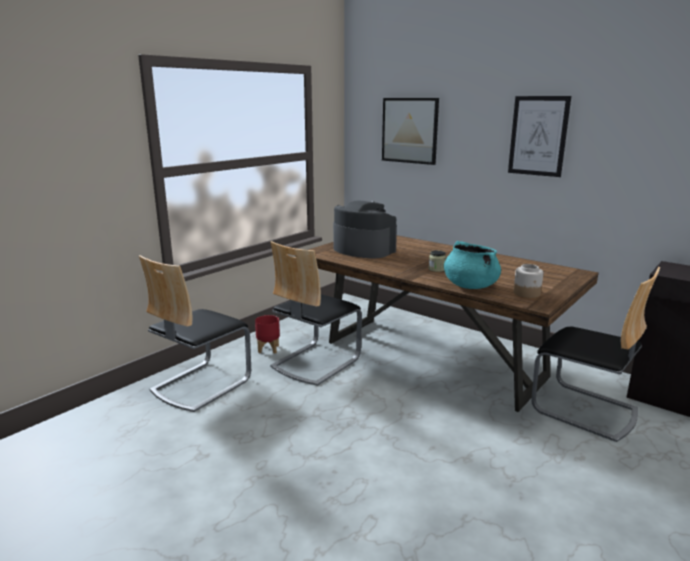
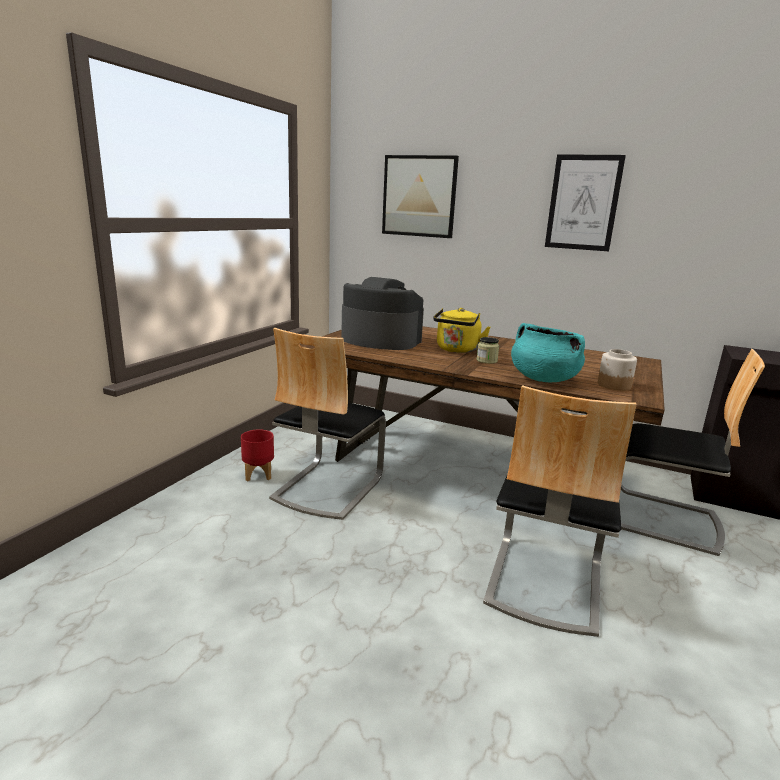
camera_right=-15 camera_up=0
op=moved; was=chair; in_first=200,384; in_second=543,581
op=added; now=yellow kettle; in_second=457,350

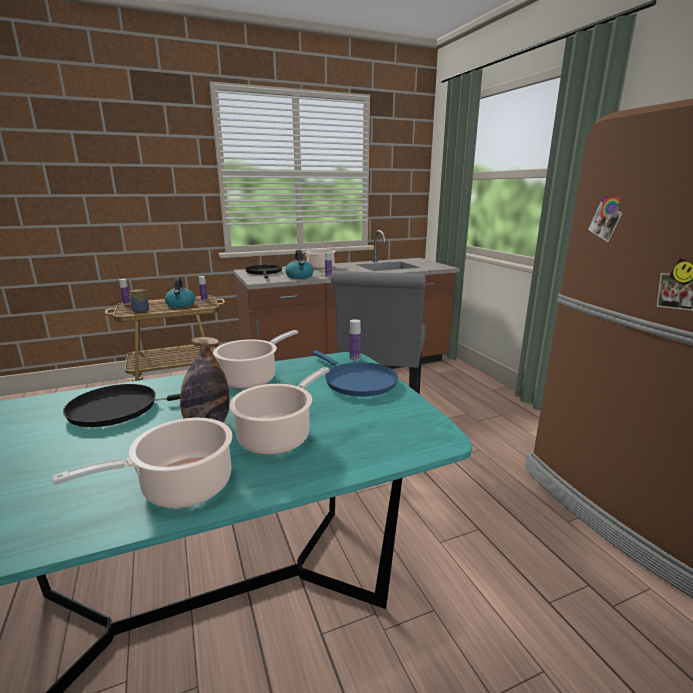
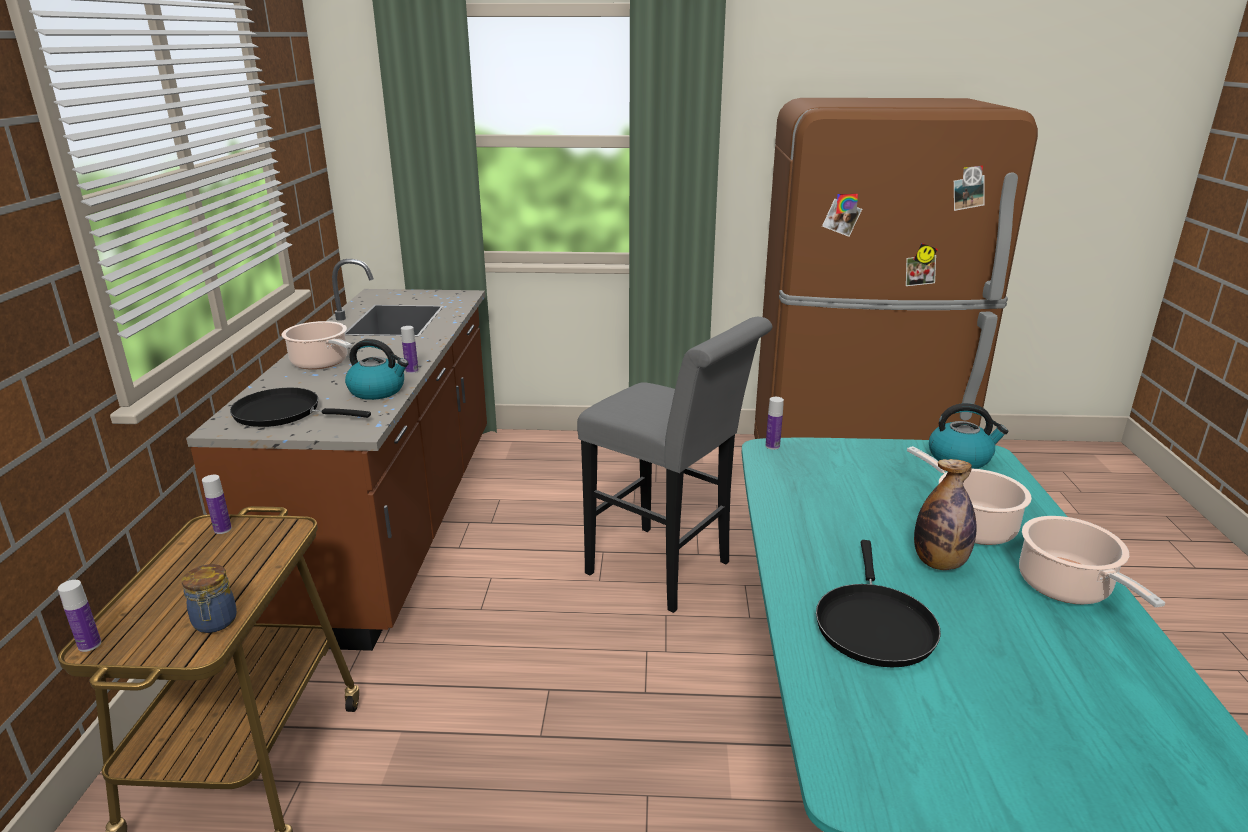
camera_right=-65 camera_up=5
op=moved; was=kettle; in_first=181,305; in_second=960,458
op=removed; was=cooking pot; in_first=251,378
op=removed; was=blue frying pan; in_first=357,381

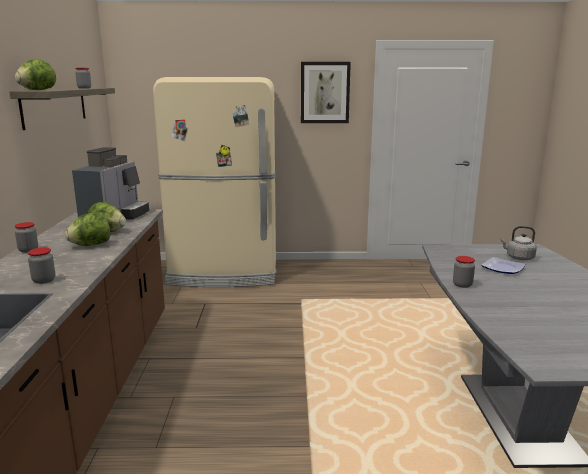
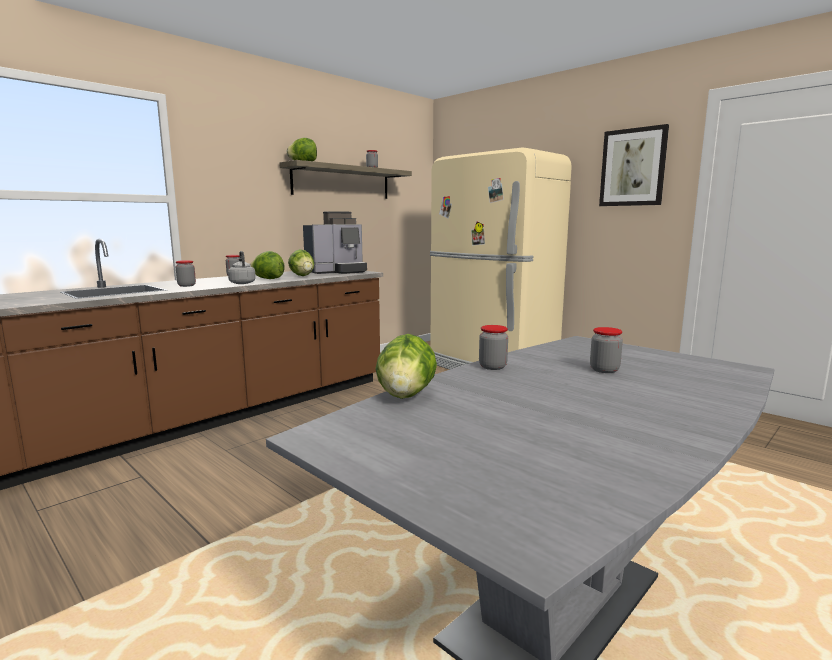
camera_right=45 camera_up=-5
op=replaced; was=plate; now=jar; in_first=502,268; in_second=604,370
op=moved; was=grey kettle; in_first=518,258; in_second=242,283
op=added; now=lettuce; in_second=406,395

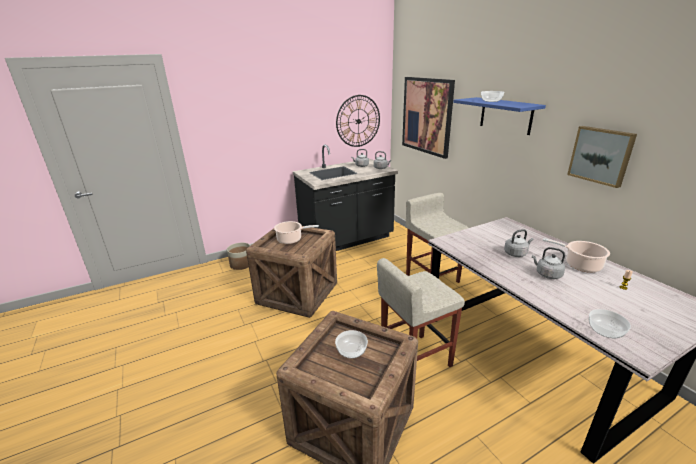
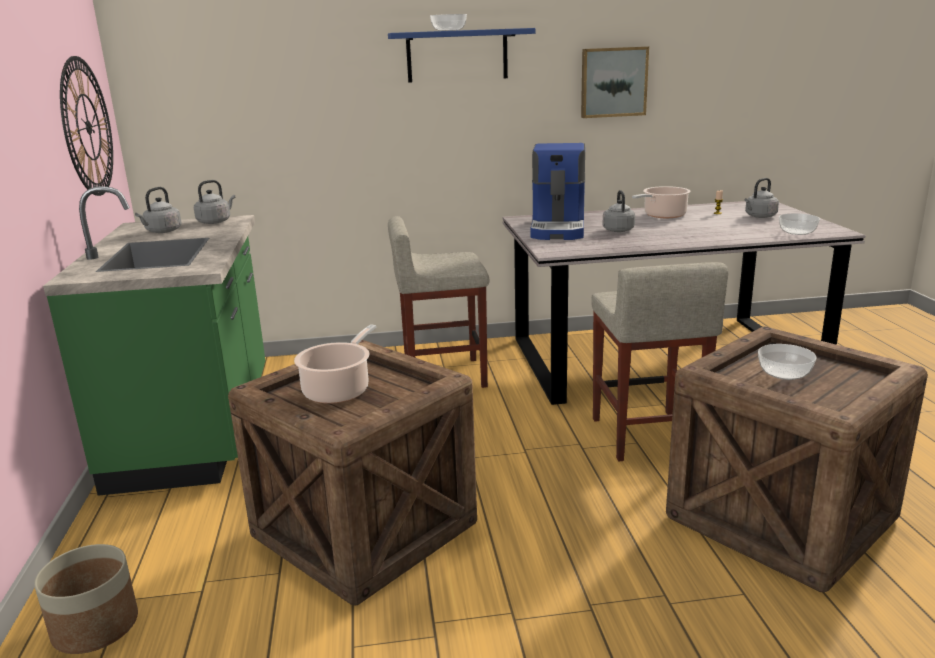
camera_right=-70 camera_up=-5
op=recoloured; was=black counter; now=green counter; in_first=347,240; in_second=198,429
op=removed; was=picture; in_first=427,116
op=moved; was=grey kettle; in_first=547,274; in_second=759,216
op=added; now=coffee machine; in_second=559,228

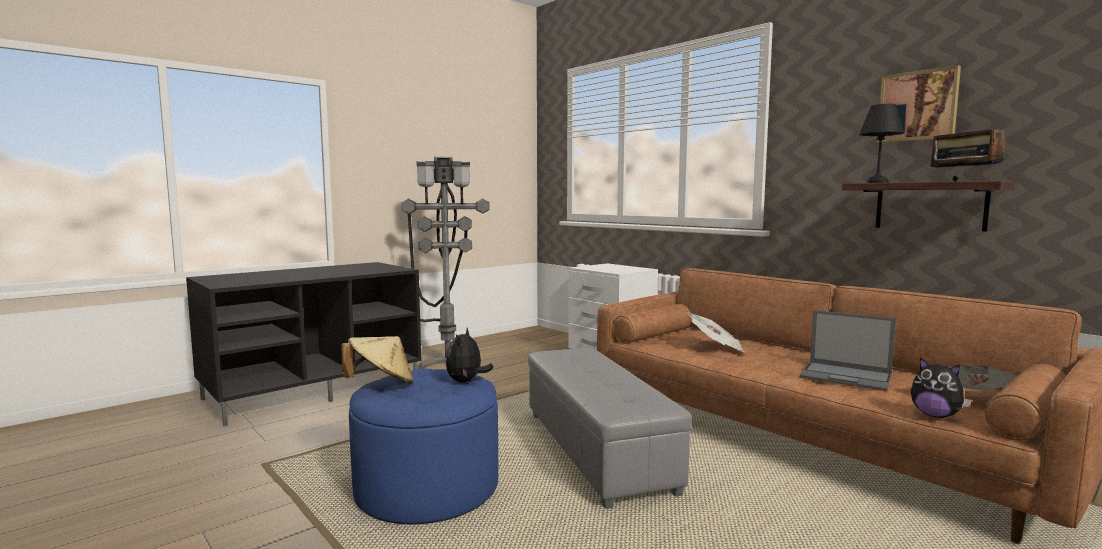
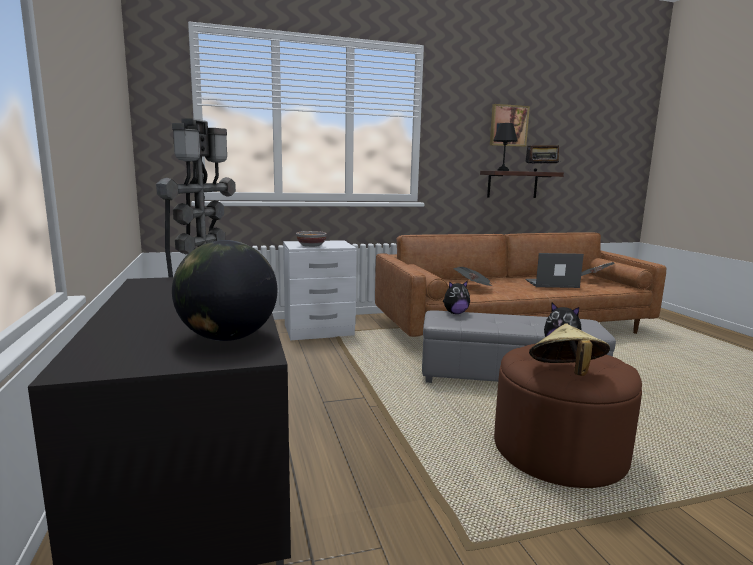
camera_right=-65 camera_up=5
op=recoloured; was=blue ottoman; now=brown ottoman; in_first=427,488; in_second=558,451
op=turned; was=laptop; in_first=847,376; in_second=551,284; clockwise=-150
op=moved; was=plush toy; in_first=935,415; in_second=455,313
op=added; now=globe; in_second=228,338
op=added; now=bowl; in_second=311,246

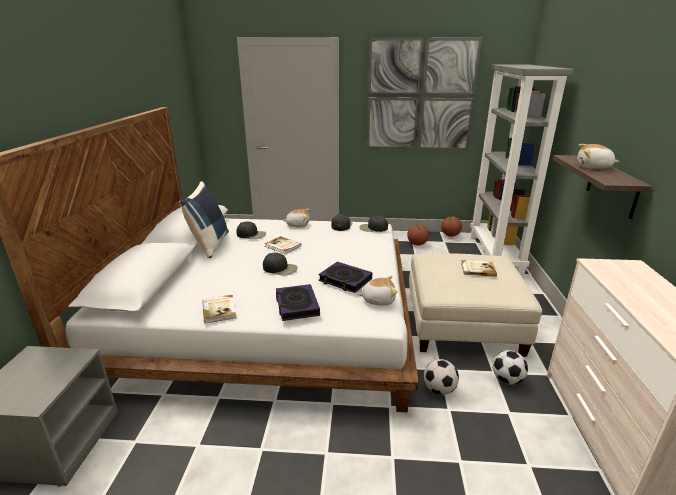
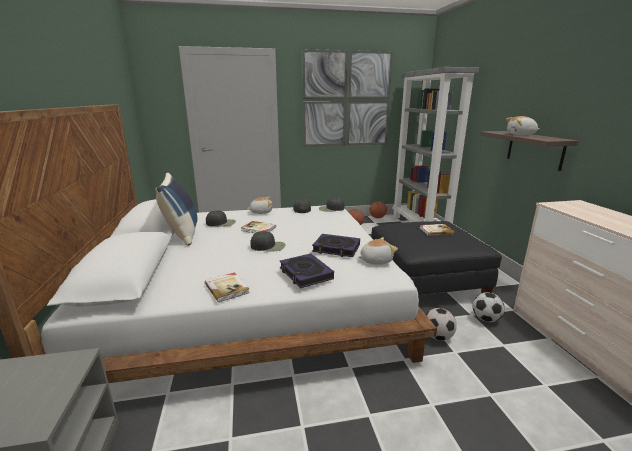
camera_right=-15 camera_up=-5
op=recoloured; was=beige ottoman; now=black ottoman; in_first=462,323; in_second=425,281

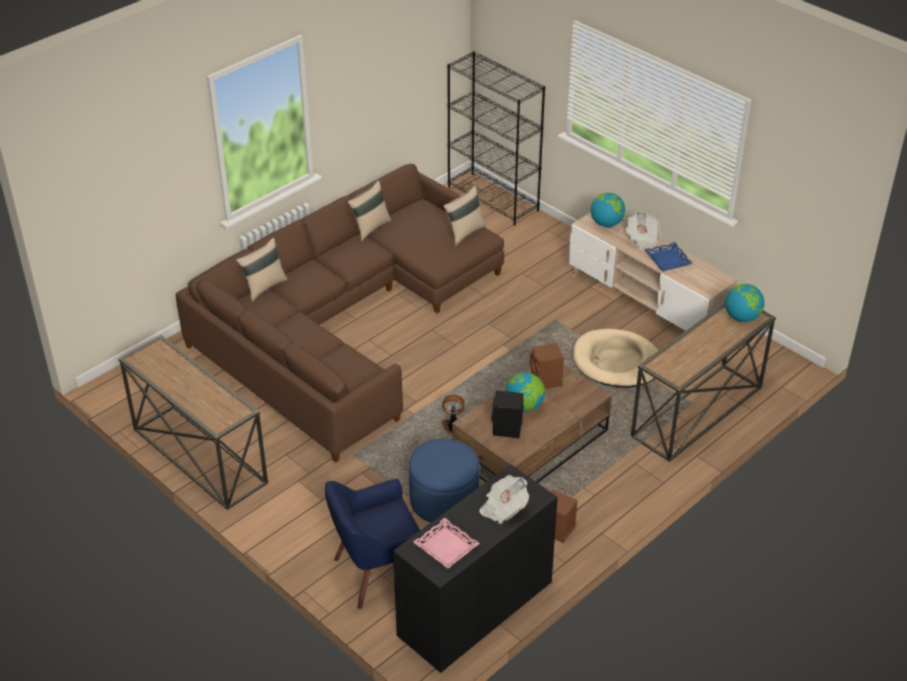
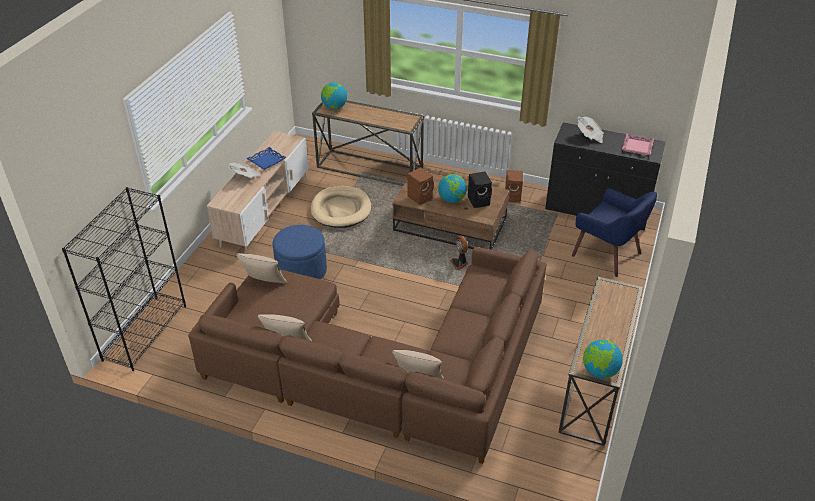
camera_right=-115 camera_up=0
op=moved; was=blue ottoman; in_first=444,501; in_second=301,271
op=moved; was=globe; in_first=606,223; in_second=599,371

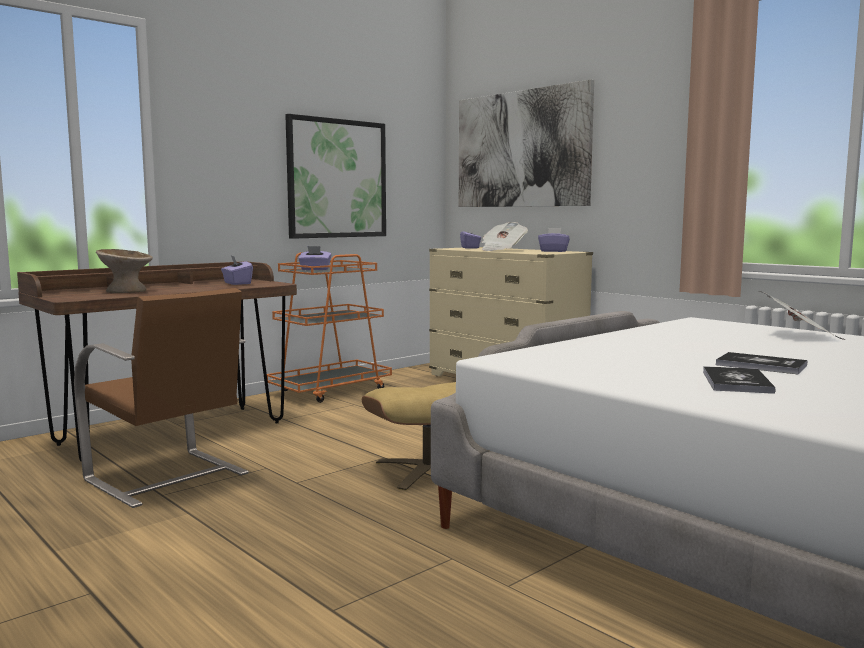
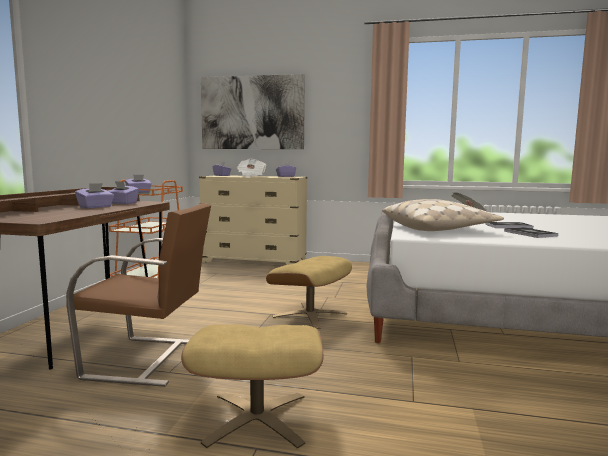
camera_right=-35 camera_up=0
op=removed; was=beige bowl; in_first=126,291
op=removed; was=picture; in_first=337,178
op=added; now=purple tissue box; in_second=95,207
op=added; now=beige ottoman; in_second=256,419
op=added; now=beige pillow; in_second=438,229

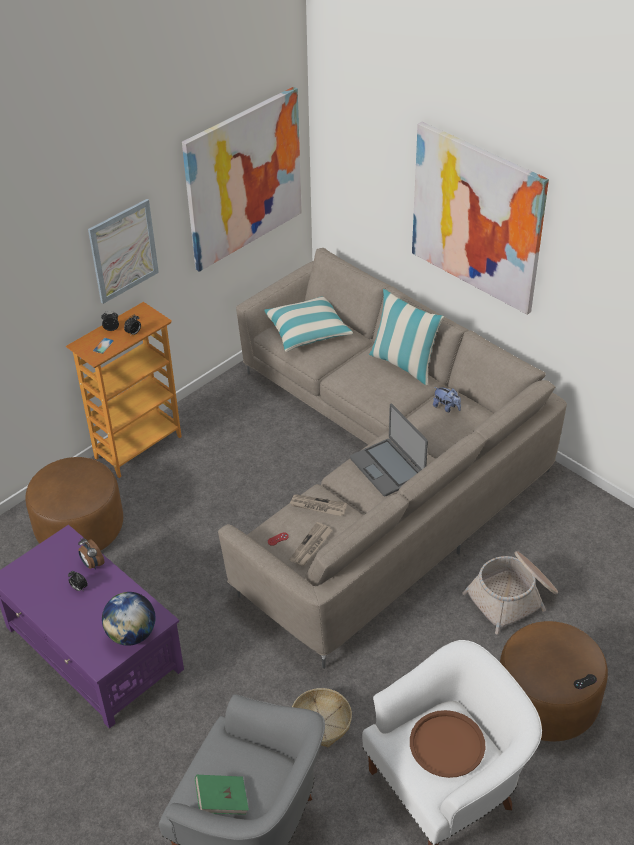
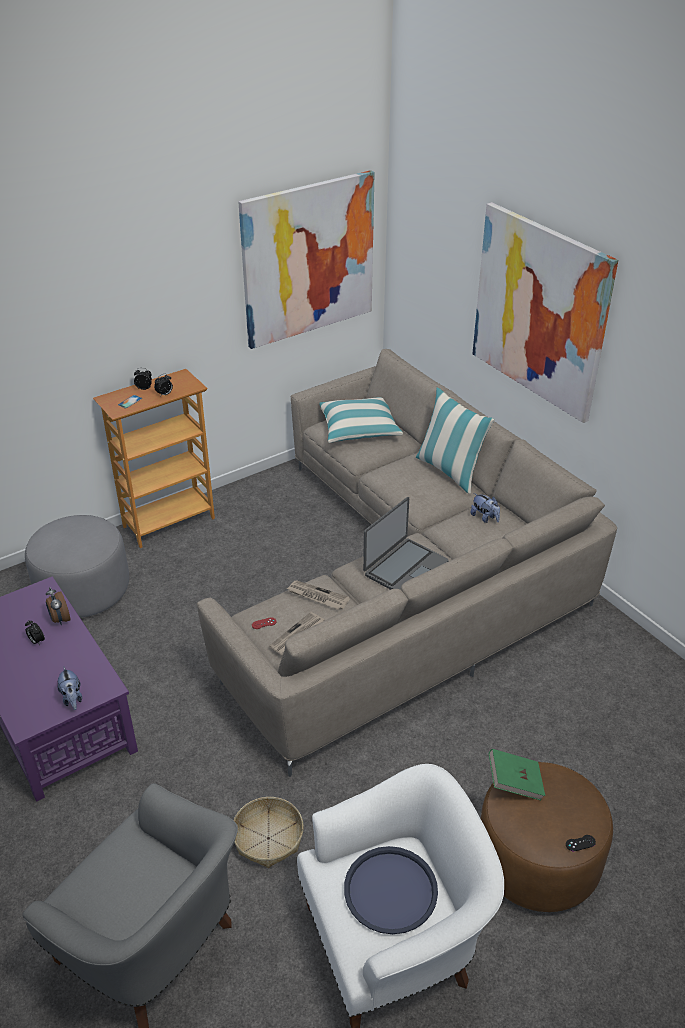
camera_right=10 camera_up=-5
op=recoloured; was=brown ottoman; now=grey ottoman; in_first=80,528; in_second=84,591
op=removed; was=picture; in_first=123,251
op=replaced; was=globe; now=plush toy; in_first=132,634; in_second=72,698
op=moved; was=green book; in_first=222,801; in_second=514,782
op=turned; was=laptop; in_first=388,467; in_second=405,568; clockwise=-120
op=recoloured; was=brown tray; now=blue tray; in_first=447,744; in_second=390,890
op=removed; was=basket; in_first=512,598

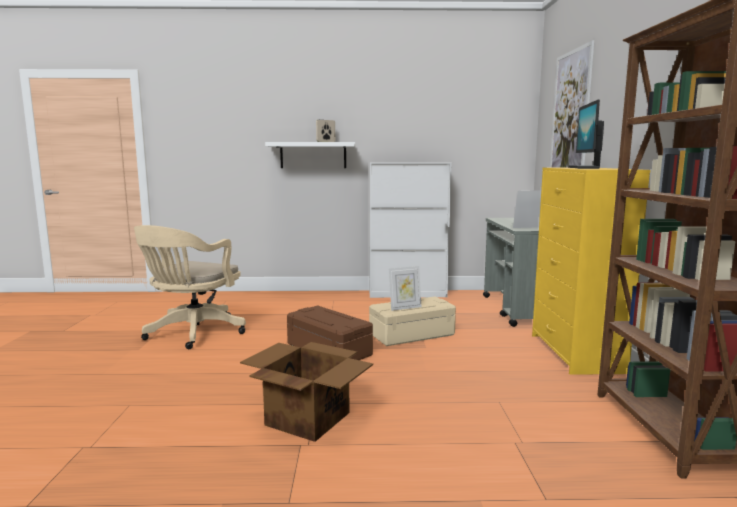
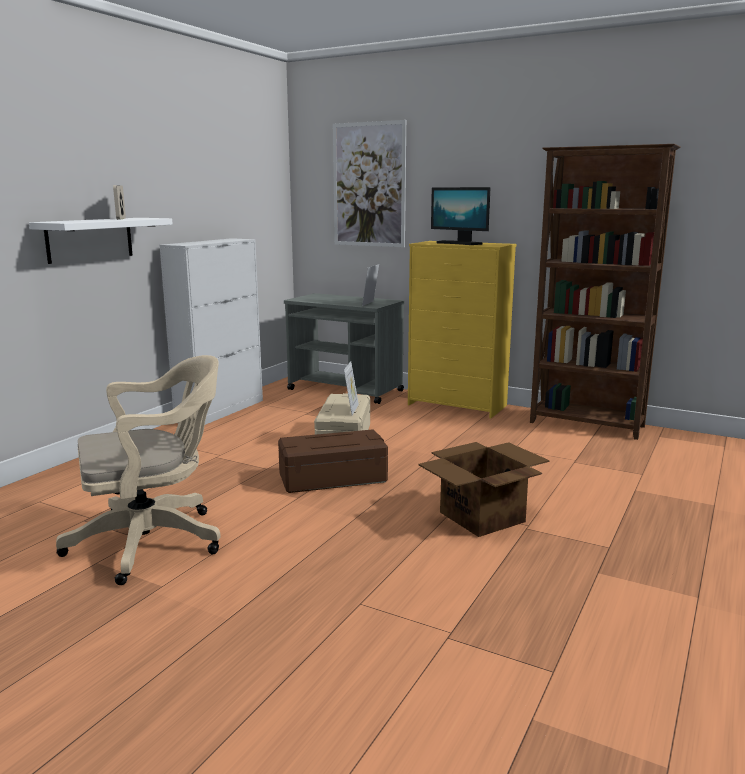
camera_right=-60 camera_up=5
op=turned; was=beige office chair; in_first=192,333; in_second=154,541; clockwise=-75

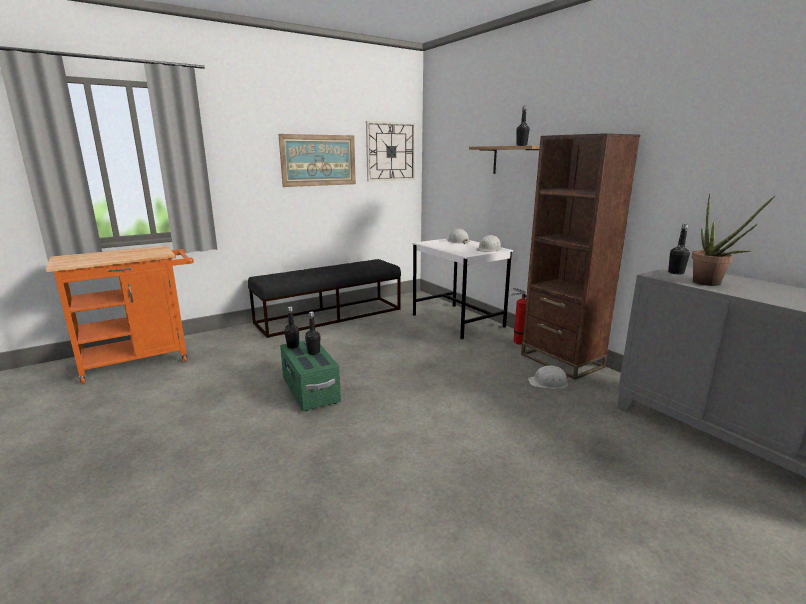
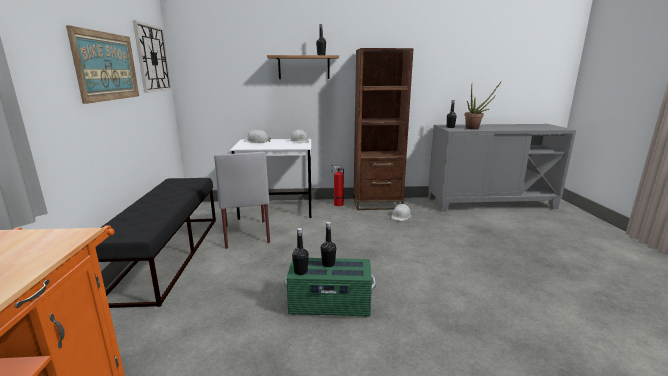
camera_right=-60 camera_up=0
op=added; now=grey chair; in_second=246,233

